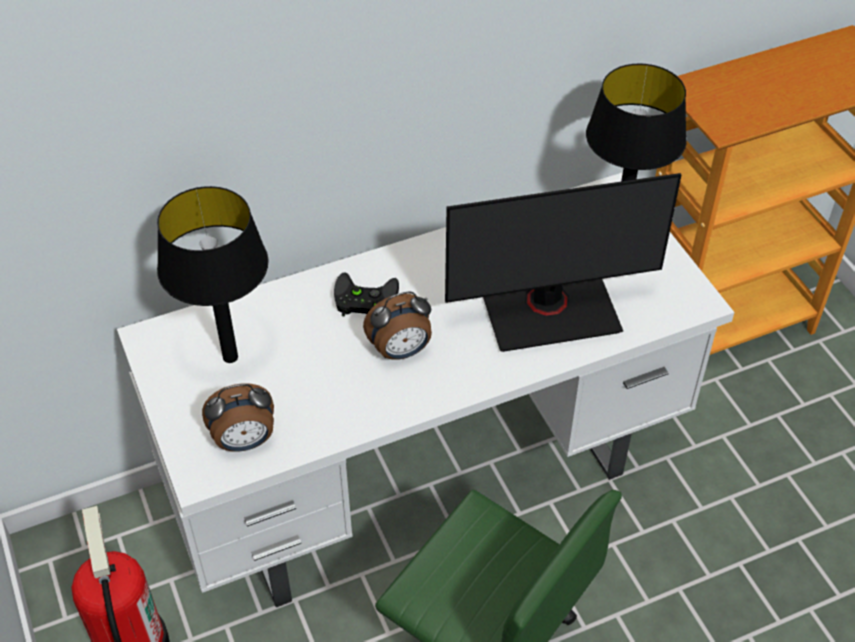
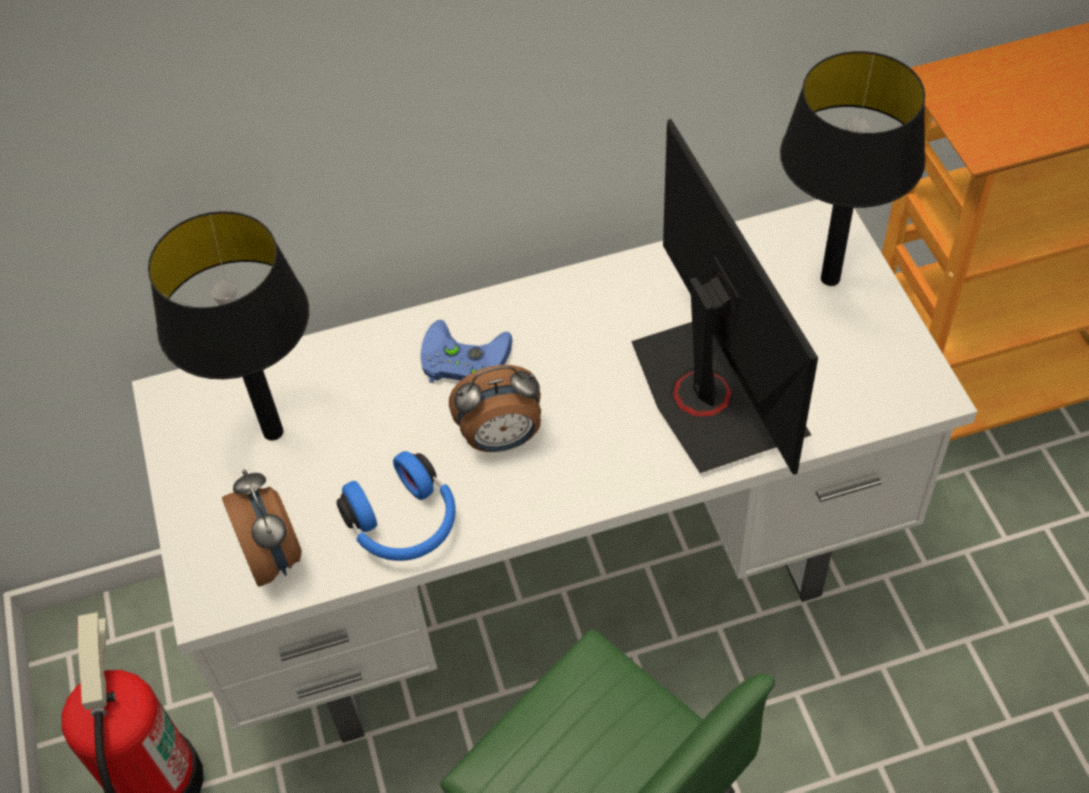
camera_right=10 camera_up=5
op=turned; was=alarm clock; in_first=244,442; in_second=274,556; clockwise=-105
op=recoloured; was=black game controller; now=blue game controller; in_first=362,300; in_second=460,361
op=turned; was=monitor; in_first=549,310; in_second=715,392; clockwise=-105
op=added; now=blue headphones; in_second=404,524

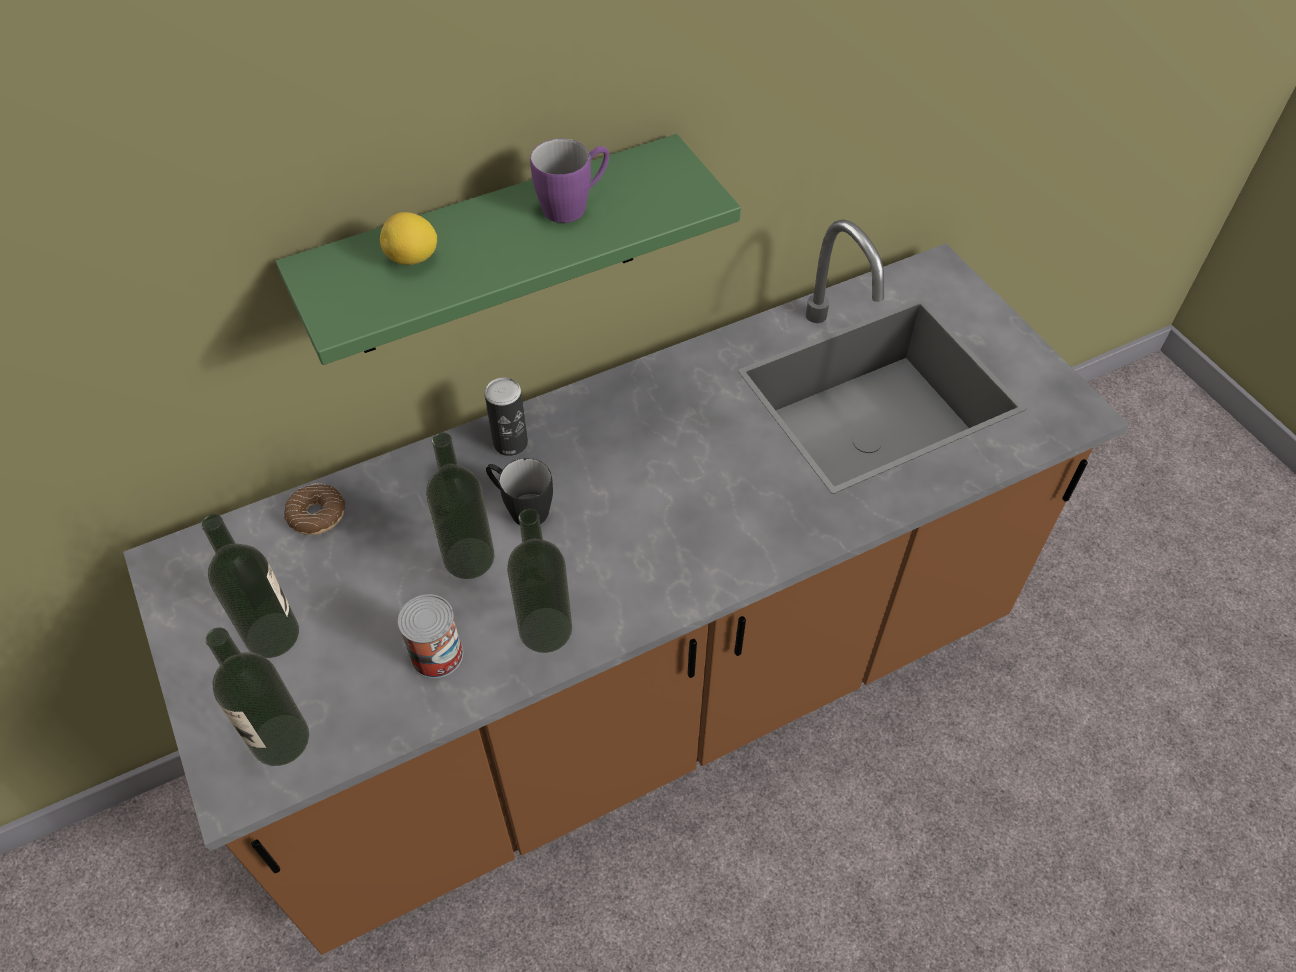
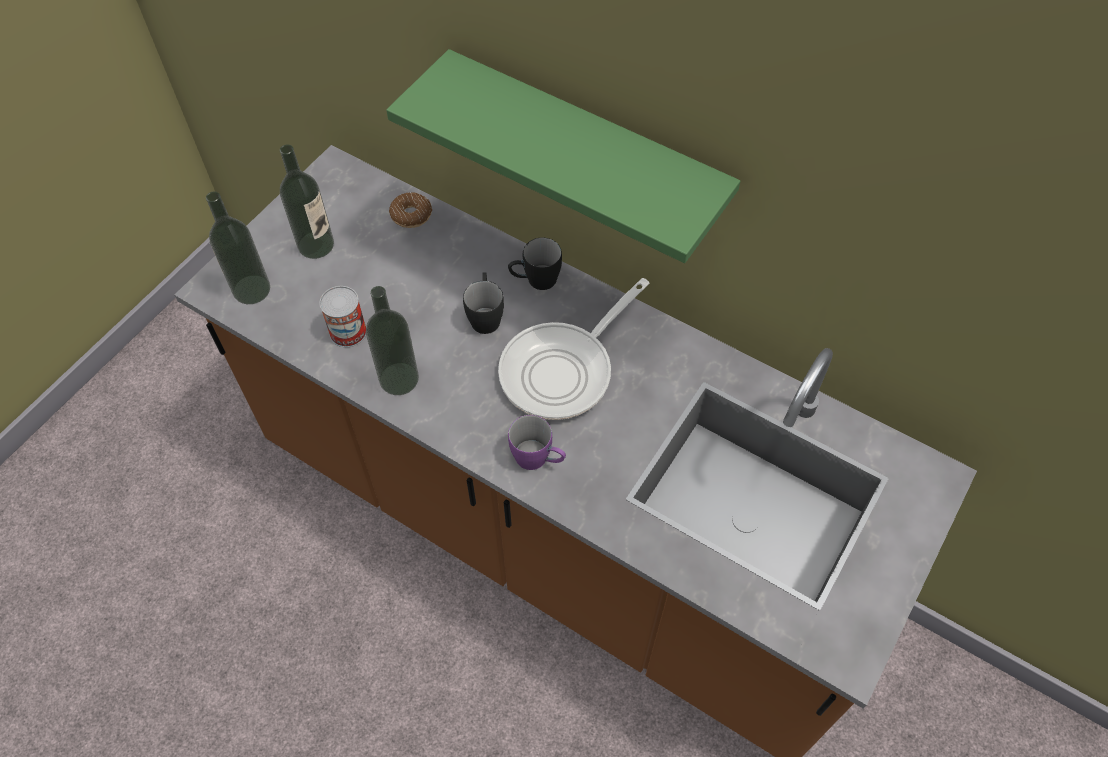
camera_right=60 camera_up=5
op=removed; was=lemon; in_first=413,259
op=removed; was=bottle; in_first=469,558
op=replaced; was=can; now=black mug; in_first=510,443; in_second=535,281
op=moved; was=purple mug; in_first=574,205; in_second=538,459
op=added; now=frying pan; in_second=563,370

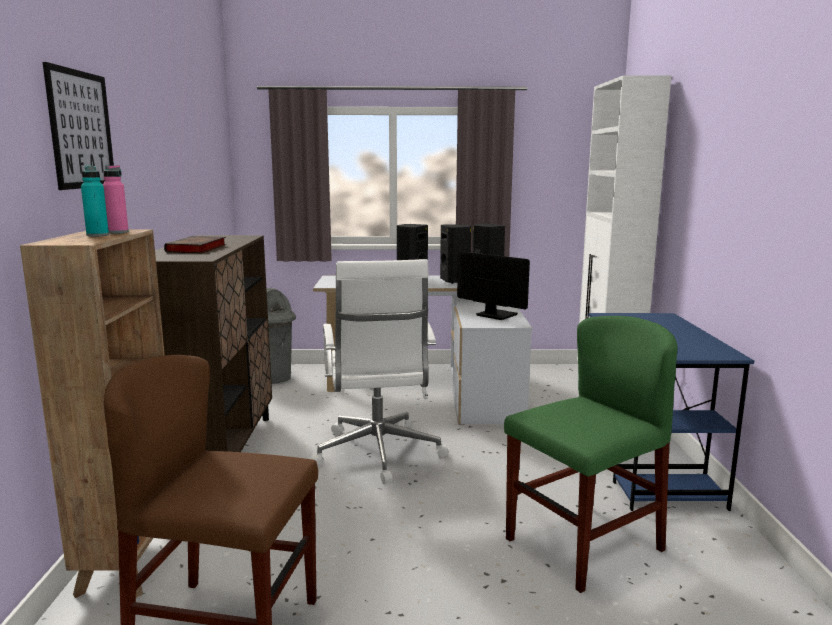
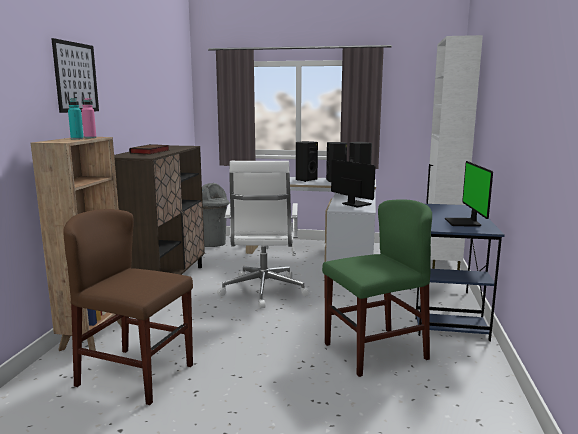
camera_right=10 camera_up=0
op=added; now=monitor; in_second=464,223

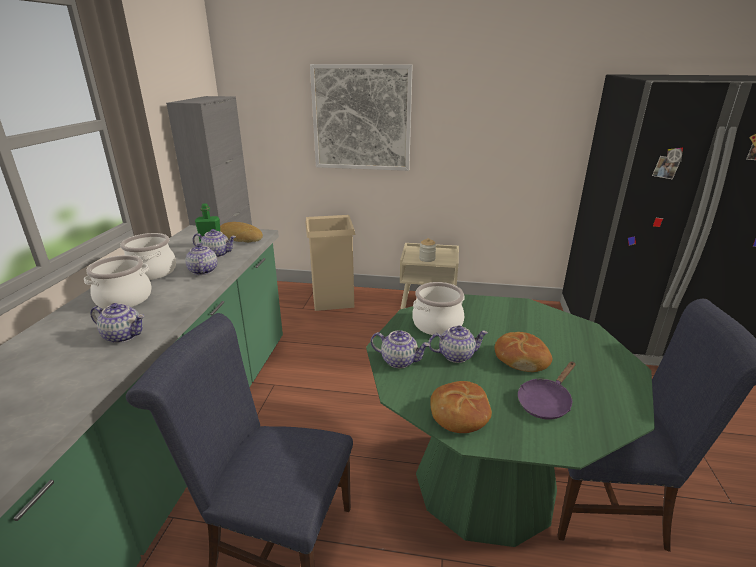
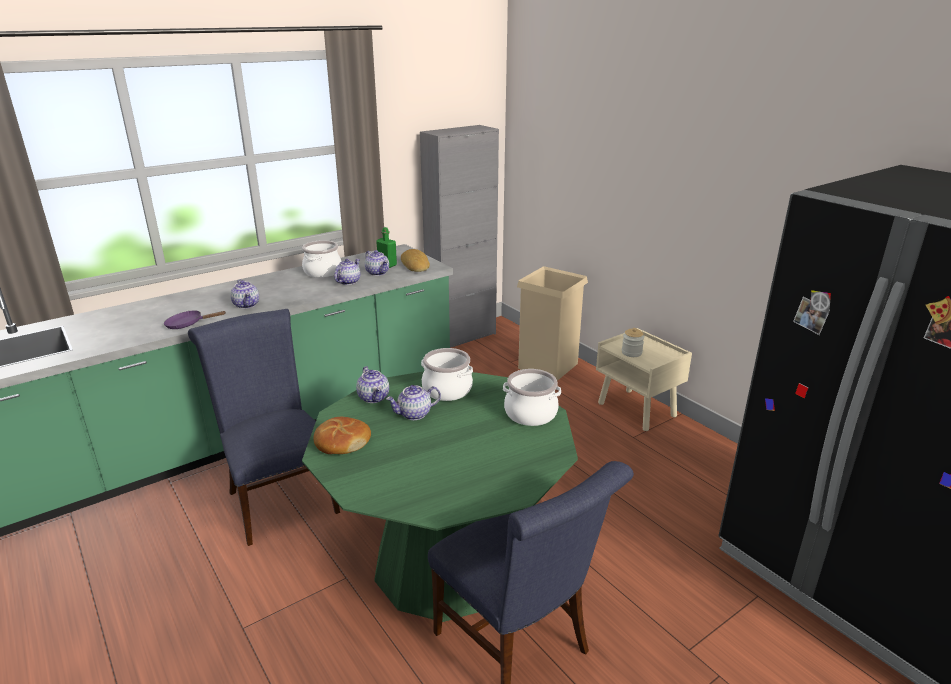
camera_right=45 camera_up=0
op=moved; was=cooking pot; in_first=124,299; in_second=530,414
op=removed; was=picture; in_first=361,118
op=turned; was=teapot; in_first=456,355; in_second=414,414; clockwise=120
op=removed; was=bread; in_first=521,358
op=moved; was=purple frying pan; in_first=545,402; in_second=188,324

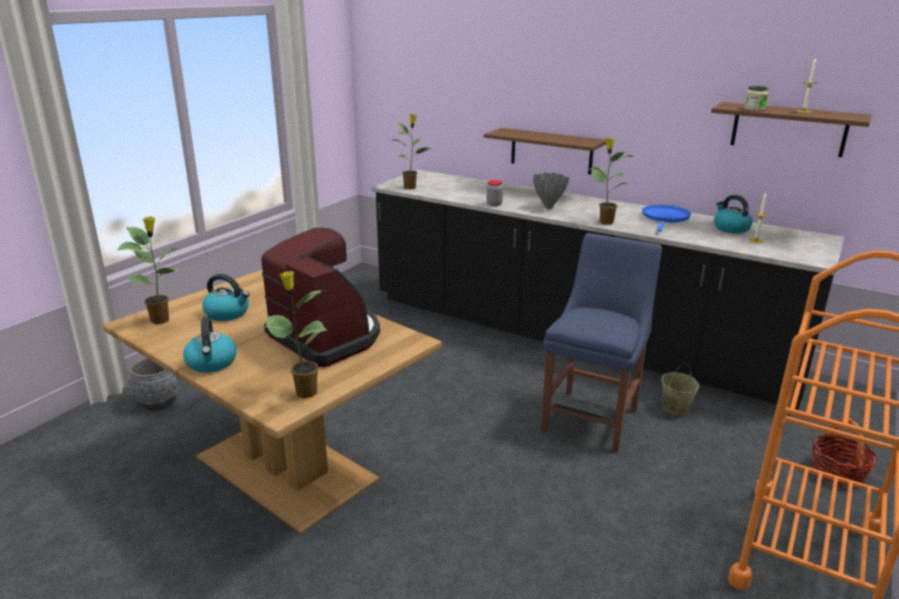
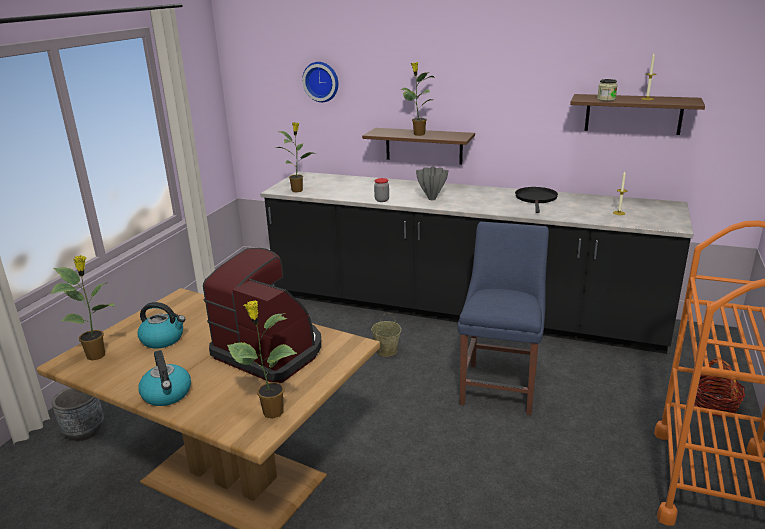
camera_right=-10 camera_up=0
op=moved; was=potted plant; in_first=605,222; in_second=418,134
op=recoloured; was=blue frying pan; now=black frying pan; in_first=665,218; in_second=536,199
op=moved; was=beige bucket; in_first=675,408; in_second=386,351
op=removed; was=kettle; in_first=730,228
op=added; now=wall clock; in_second=321,81

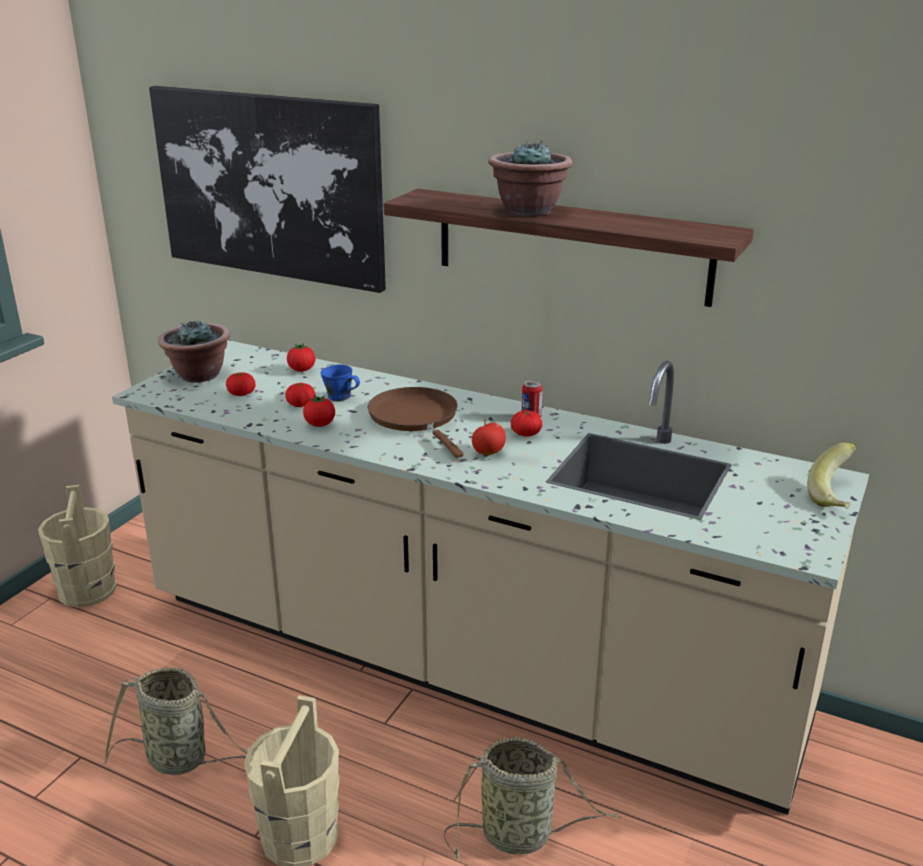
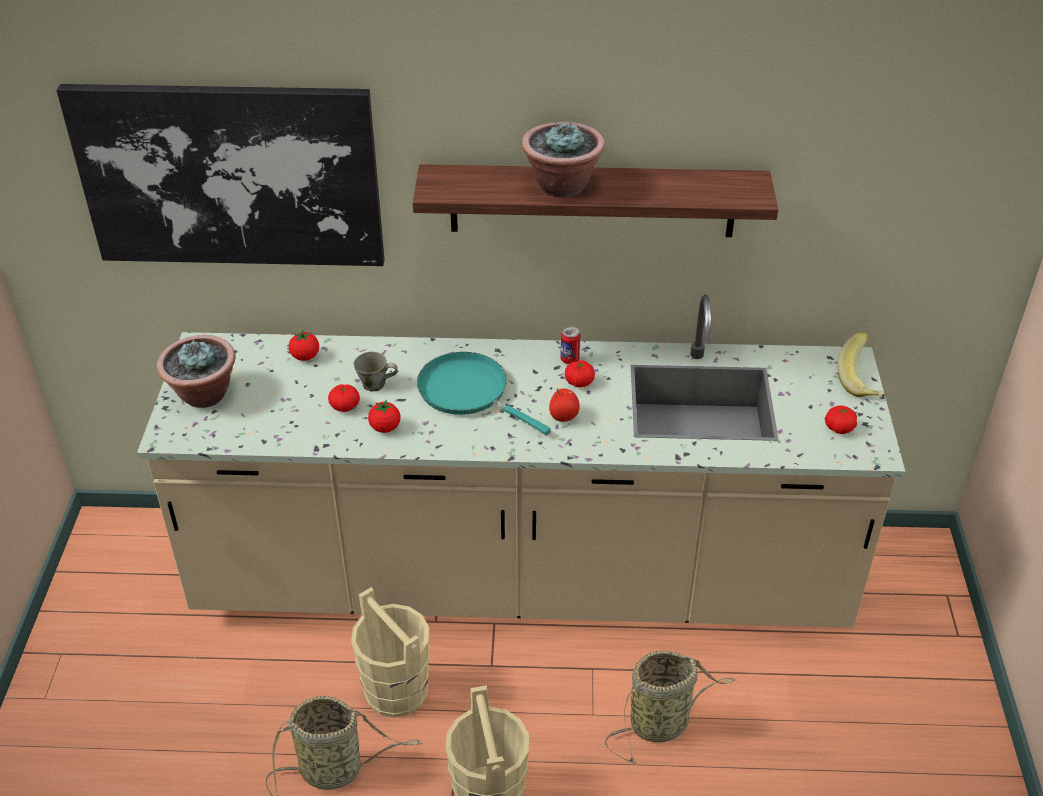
camera_right=-25 camera_up=15
op=moved; was=beige bucket; in_first=87,590; in_second=396,689
op=moved; was=tomato; in_first=241,394; in_second=839,428
op=recoloured; was=blue mug; now=grey mug; in_first=340,397; in_second=375,384
op=recoloured; was=brown frying pan; now=turquoise frying pan; in_first=416,418; in_second=468,392

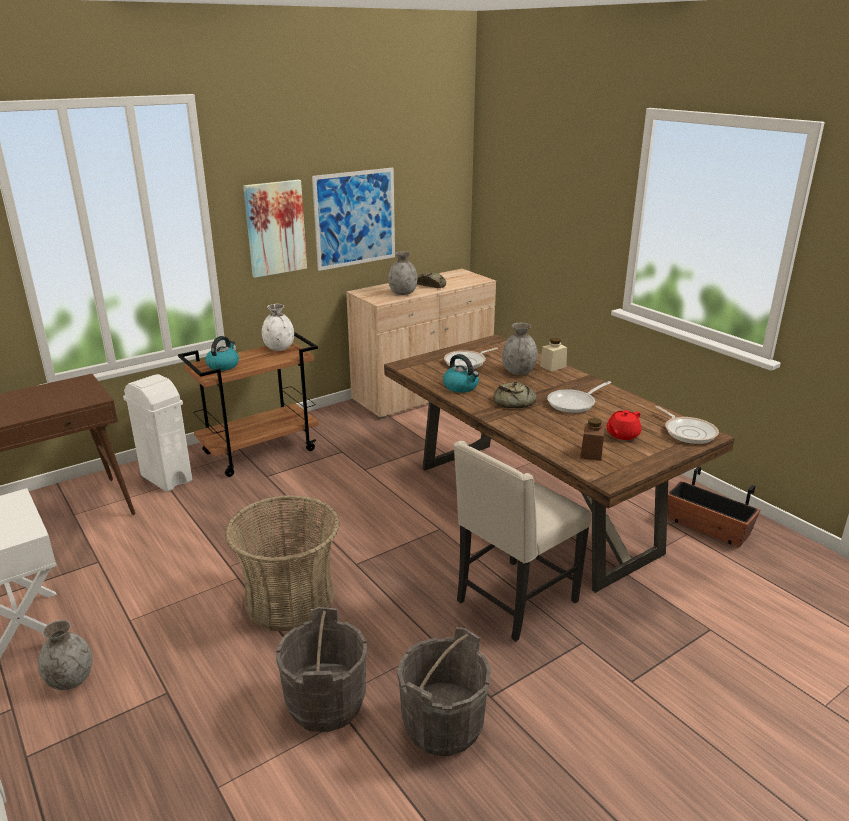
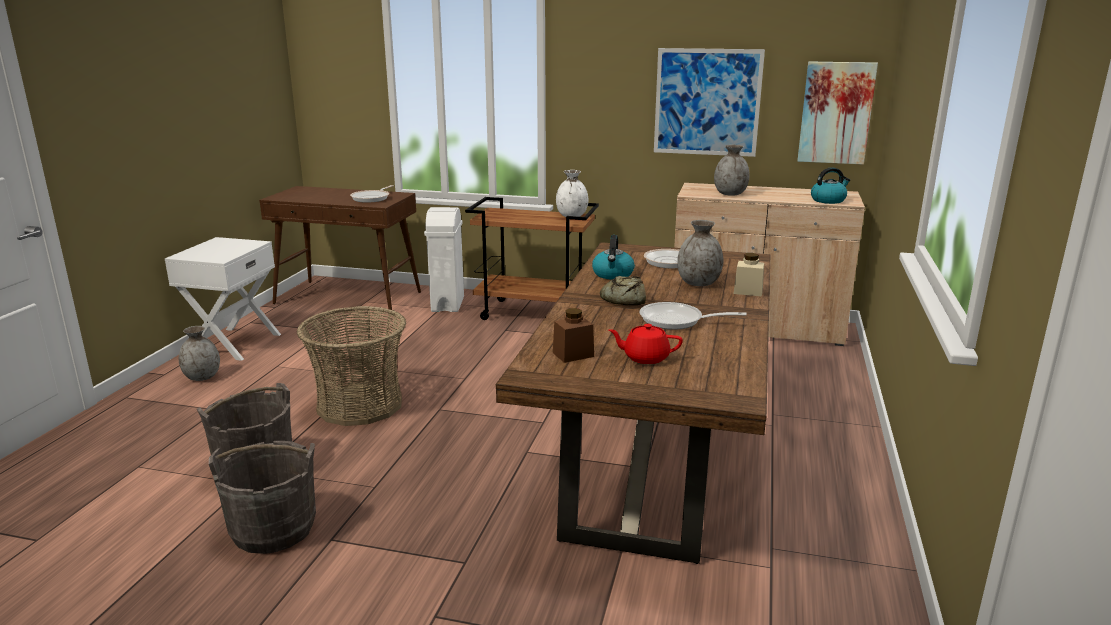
camera_right=50 camera_up=-5
op=moved; was=kettle; in_first=223,365; in_second=828,200
op=moved; was=picture; in_first=275,228; in_second=836,113
op=removed; was=bread; in_first=431,285
op=removed; was=beige chair; in_first=514,602
op=moved; was=frying pan; in_first=688,432; in_second=372,198
op=removed; was=planter; in_first=707,527

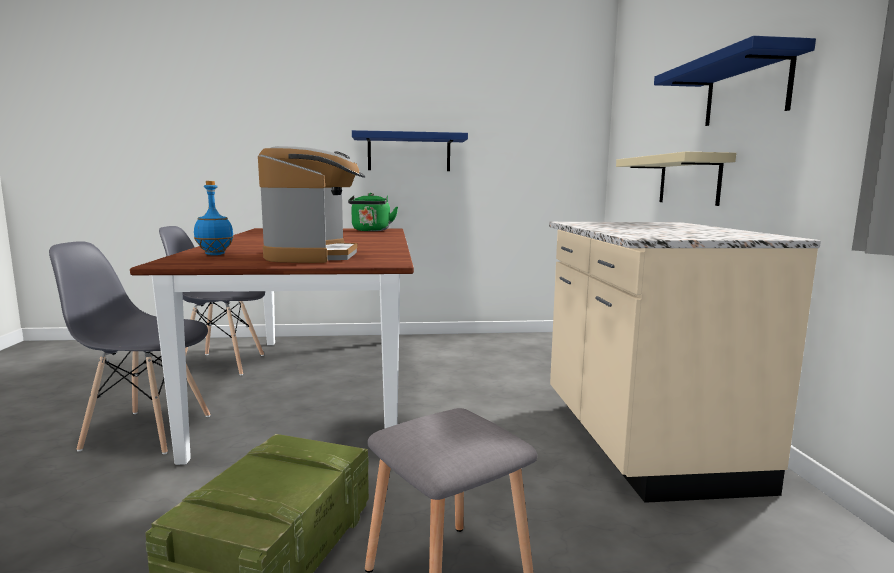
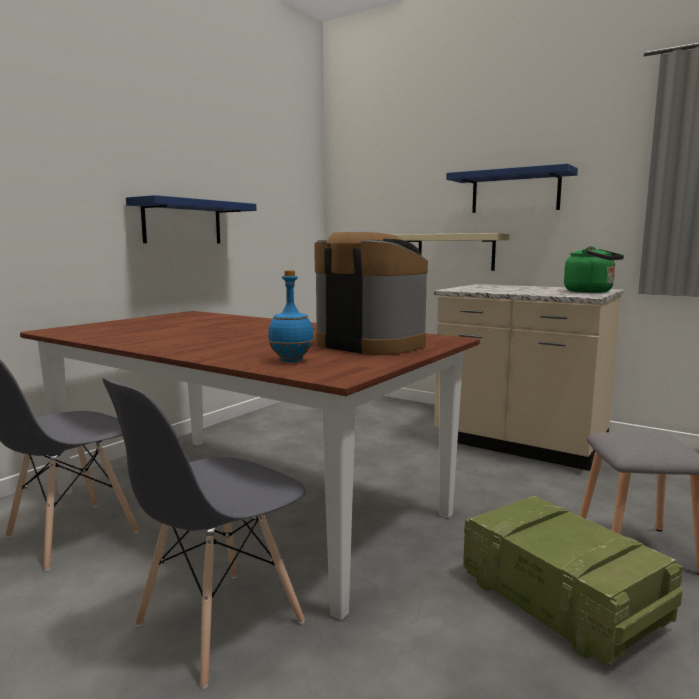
camera_right=-50 camera_up=0
op=moved; was=green kettle; in_first=371,230; in_second=591,292

